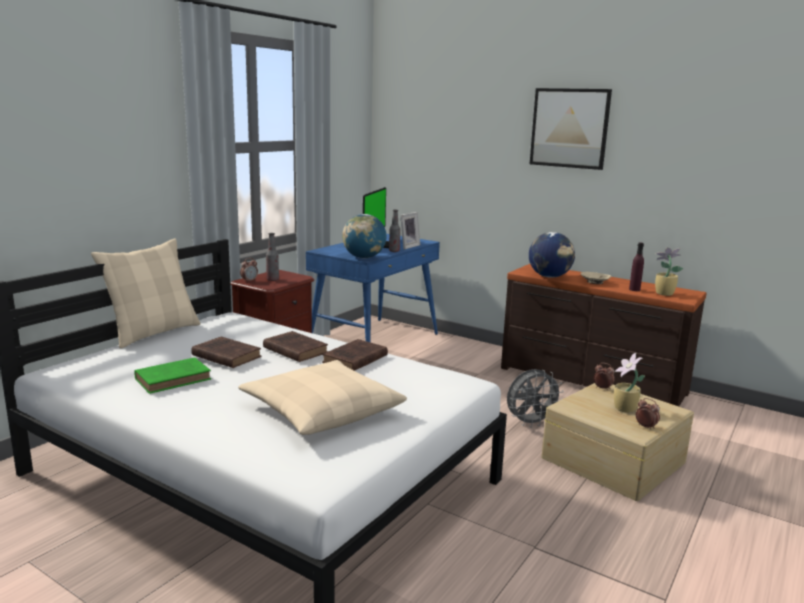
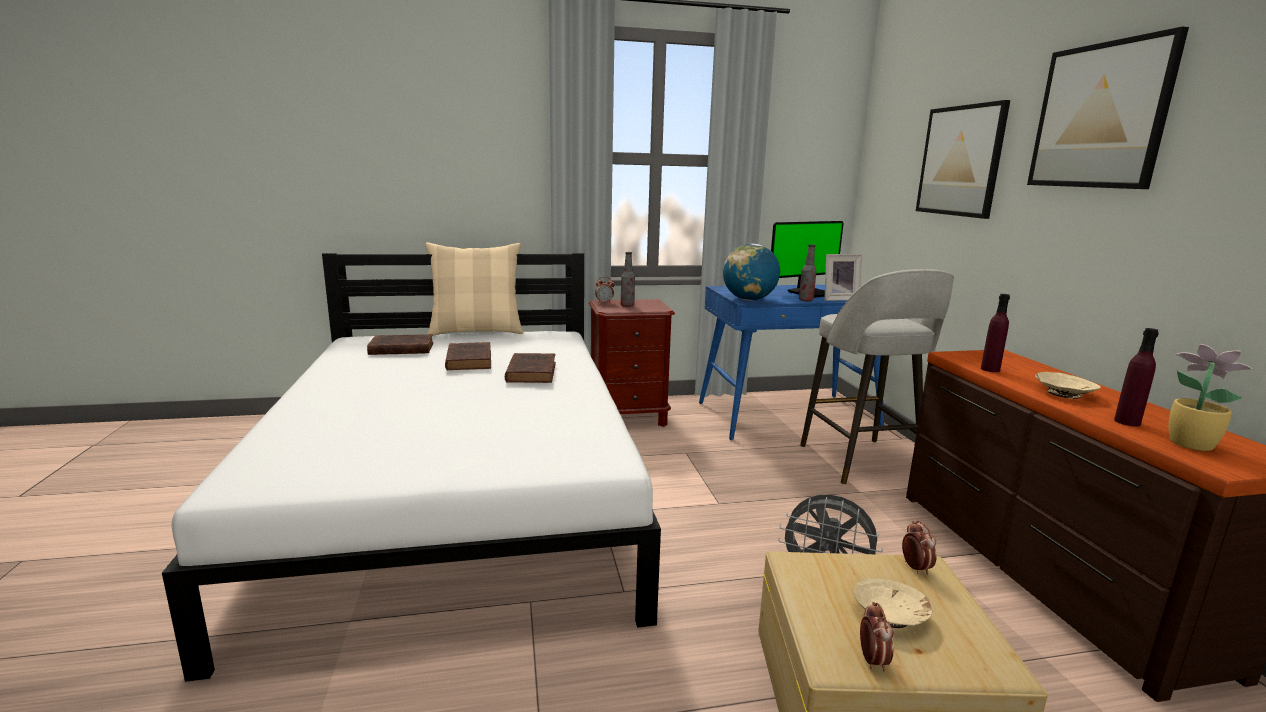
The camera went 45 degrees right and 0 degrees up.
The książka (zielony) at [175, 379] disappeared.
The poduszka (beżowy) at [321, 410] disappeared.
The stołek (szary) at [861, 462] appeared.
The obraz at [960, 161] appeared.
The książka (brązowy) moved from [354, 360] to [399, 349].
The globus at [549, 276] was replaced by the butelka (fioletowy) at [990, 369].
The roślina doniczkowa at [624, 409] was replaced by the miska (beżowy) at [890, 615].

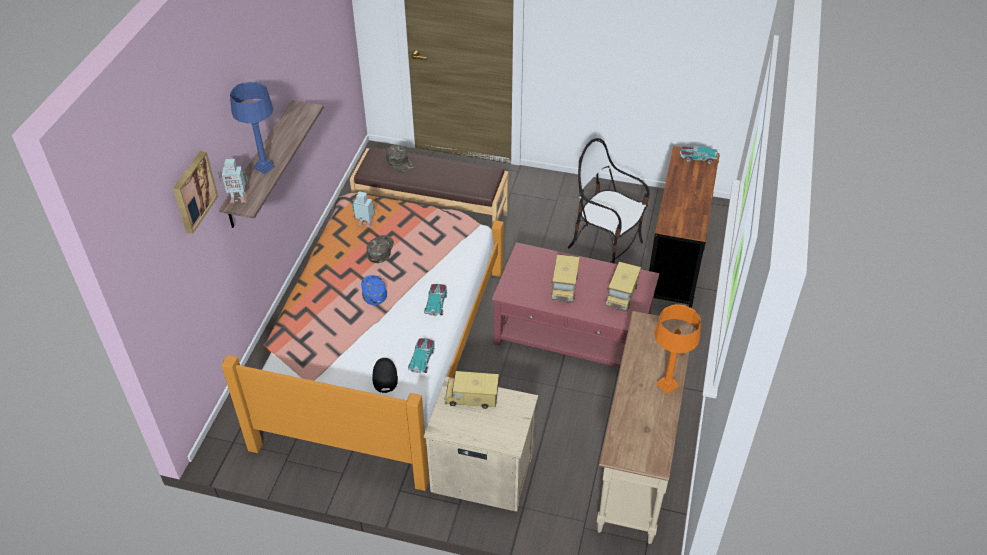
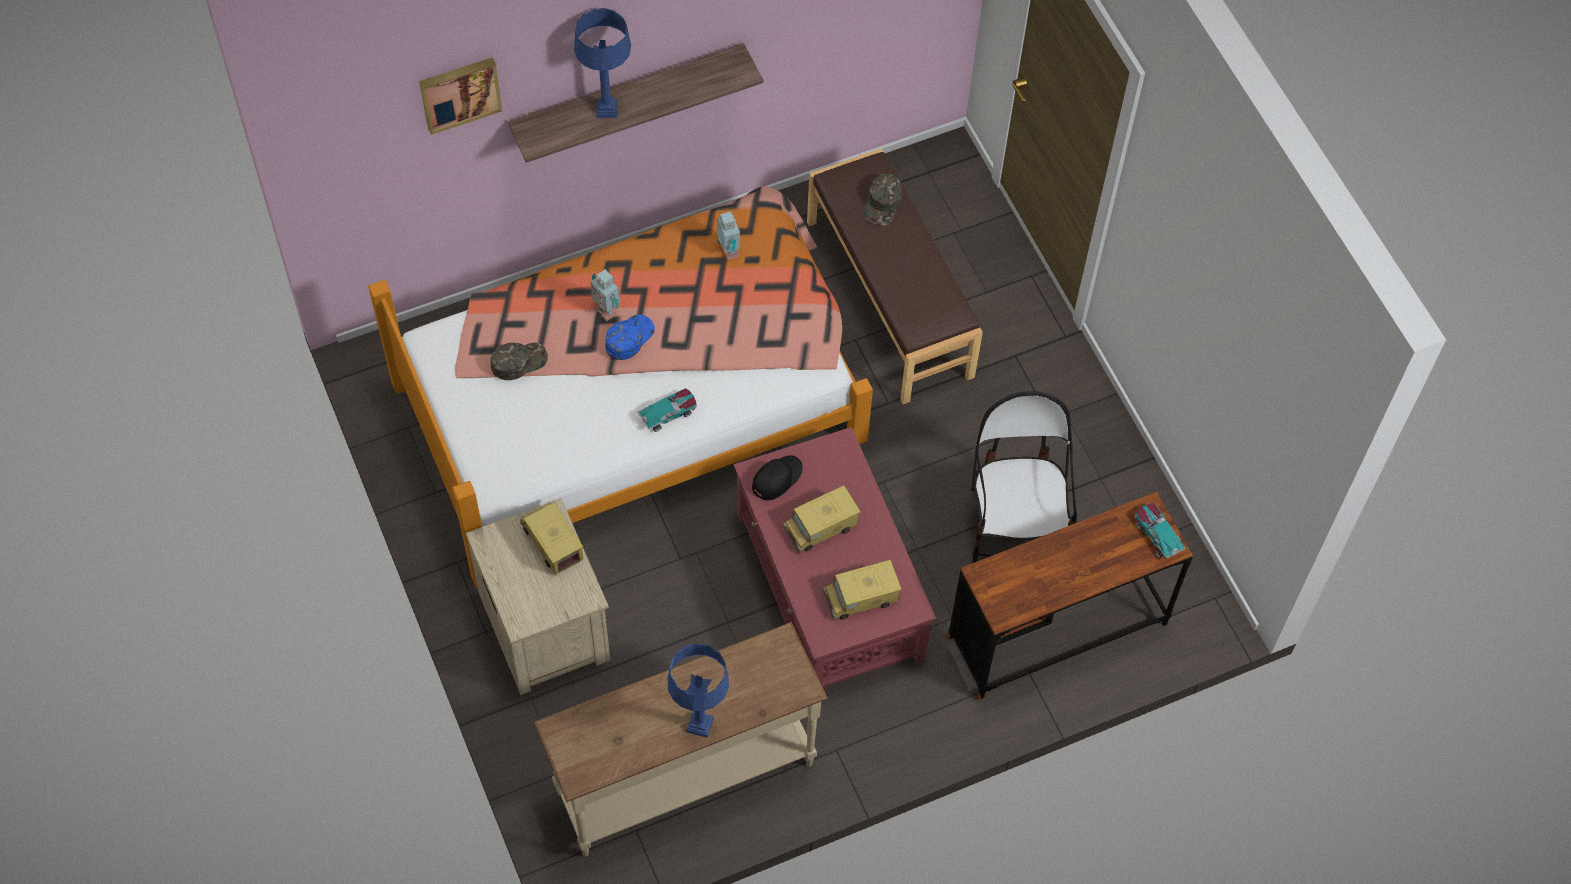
The camera went 50 degrees right and 15 degrees up.
The samochodzik at [422, 359] disappeared.
The robot zabawkowy moved from [238, 198] to [606, 309].
The czapka z daszkiem (zielony) moved from [380, 250] to [519, 361].
The czapka z daszkiem (czarny) moved from [384, 376] to [777, 479].
The lampa stołowa (pomarańczowy) at [667, 385] became the lampa stołowa (niebieski) at [699, 724].

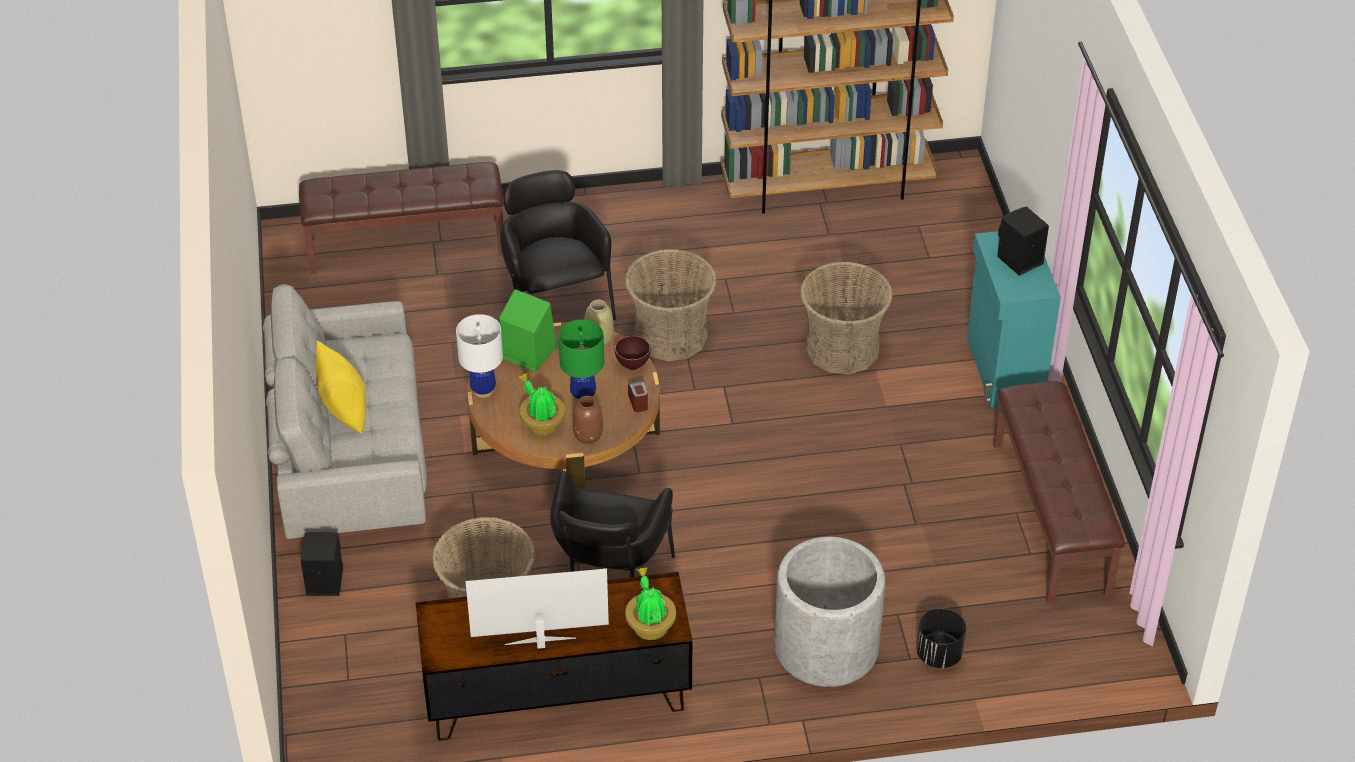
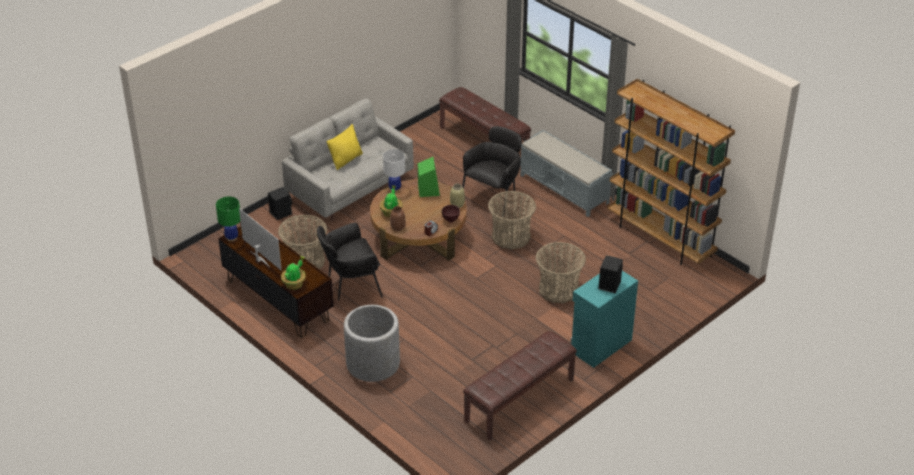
The camera went 55 degrees right and 5 degrees down.
The donica (czarny) at [939, 654] disappeared.
The ławka (szary) at [564, 189] appeared.
The lampa stołowa (zielony) moved from [583, 395] to [231, 238].

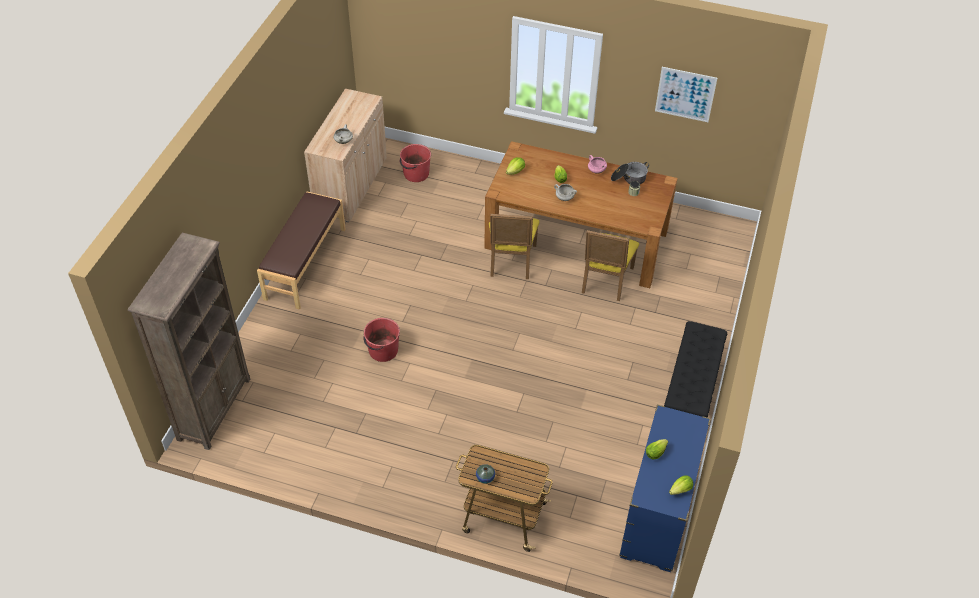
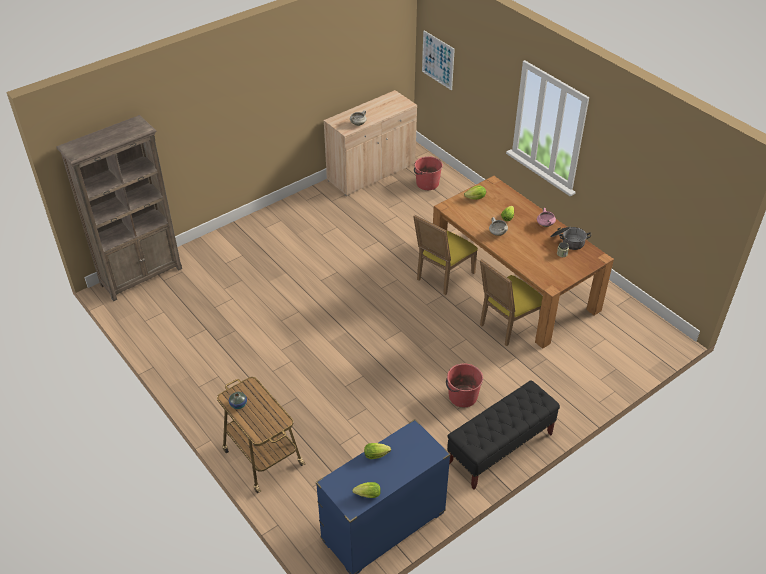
The camera went 35 degrees right and 5 degrees down.
The ławka (brązowy) at [304, 263] disappeared.
The wiadro (czerwony) moved from [382, 351] to [462, 396].
The obraz moved from [685, 94] to [438, 60].

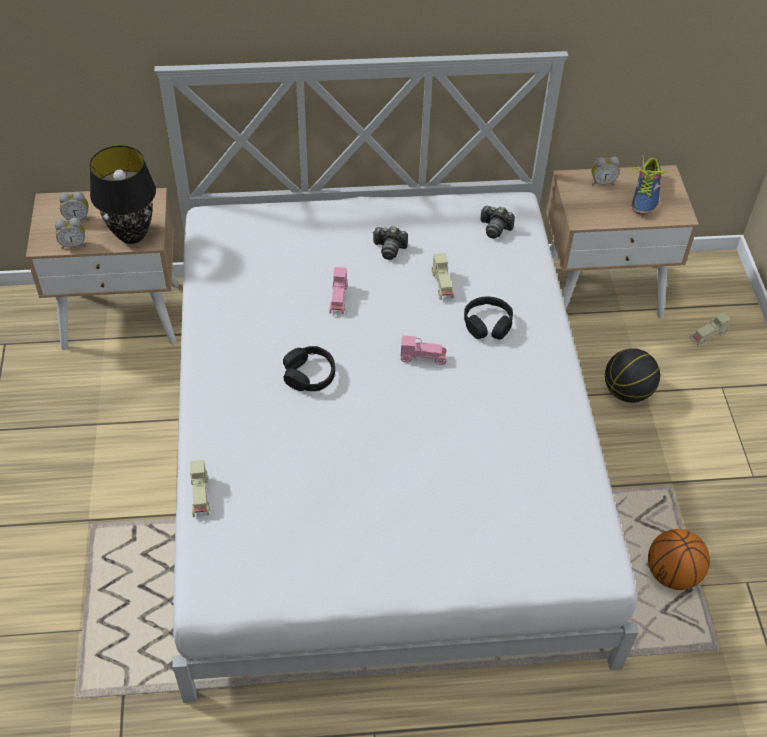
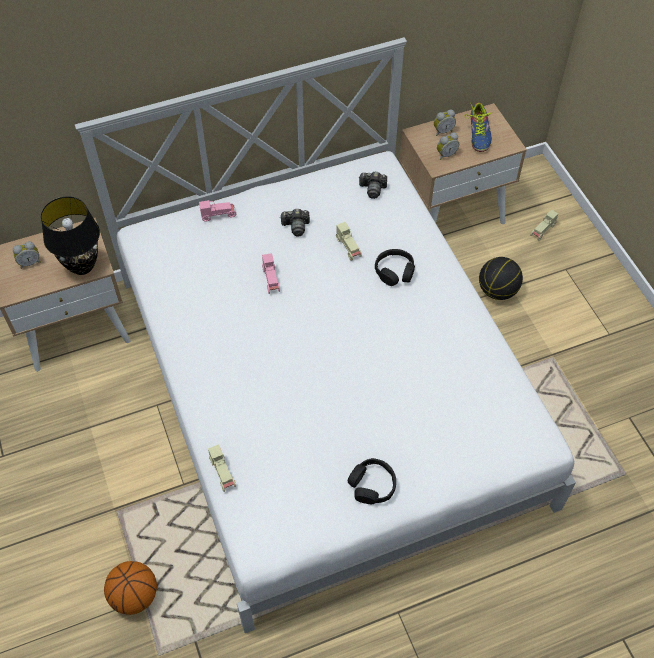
The camera went 15 degrees left and 5 degrees up.
The budzik moved from [73, 244] to [445, 154].
The słuchawki (czarny) moved from [309, 375] to [372, 485].
The samochodzik (różowy) moved from [423, 357] to [218, 215].
The piłka do koszykówki moved from [671, 574] to [134, 596].

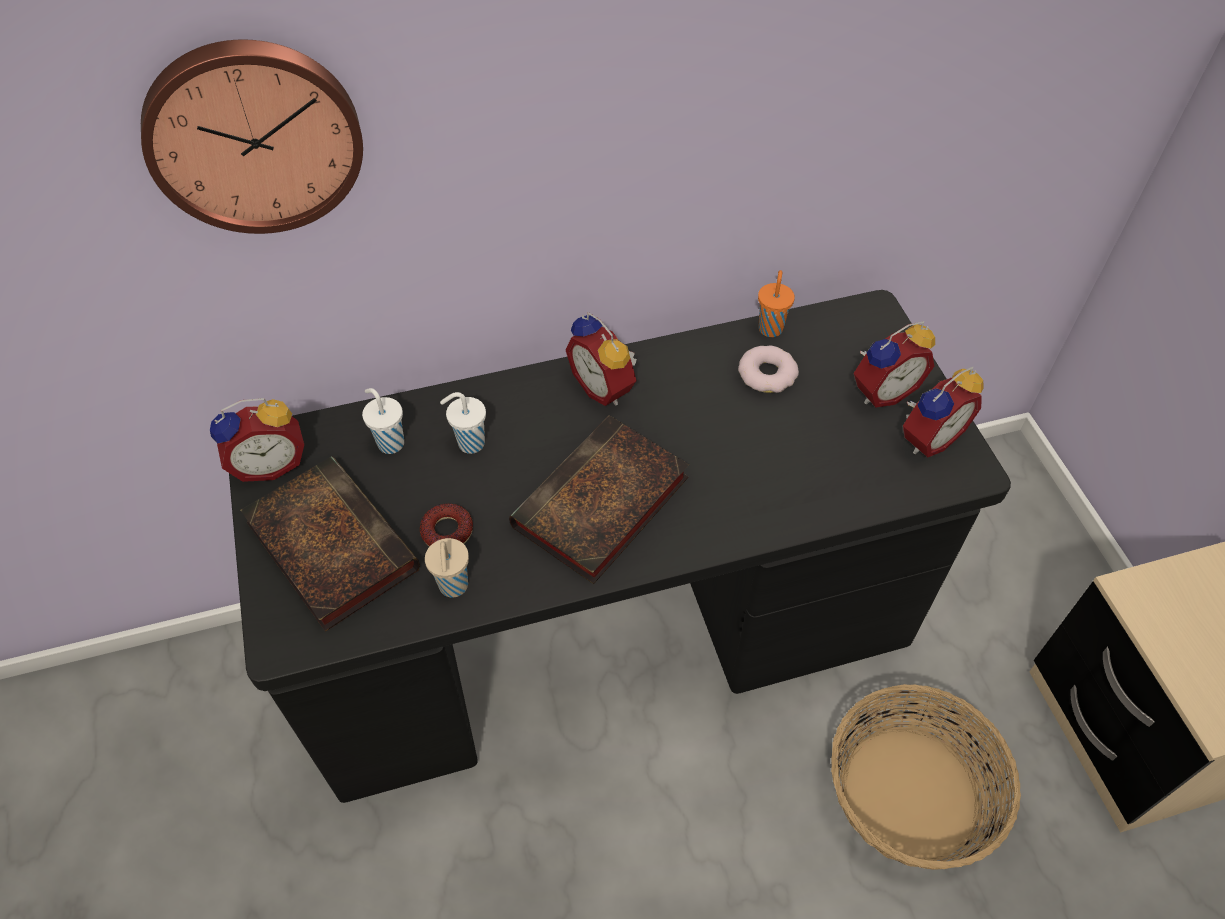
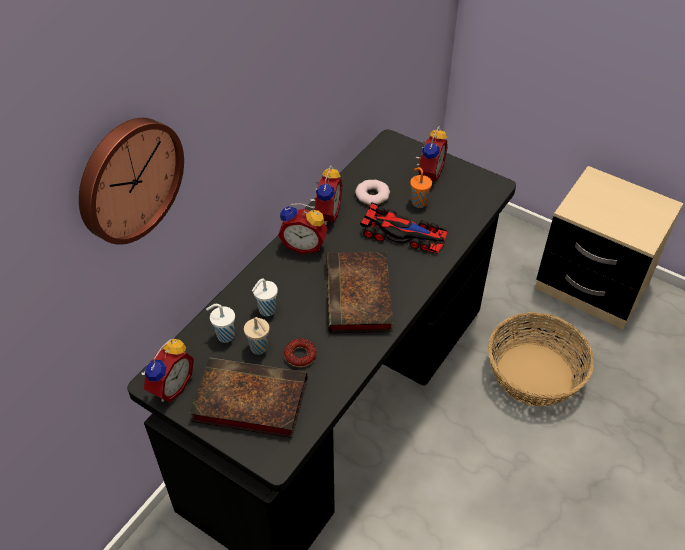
The camera went 40 degrees left and 5 degrees down.
The samochodzik at [403, 234] appeared.
The filiżanka (beżowy) moved from [453, 587] to [260, 348].
The filiżanka (pomarańczowy) moved from [770, 327] to [418, 202].
The budzik moved from [927, 437] to [325, 214].

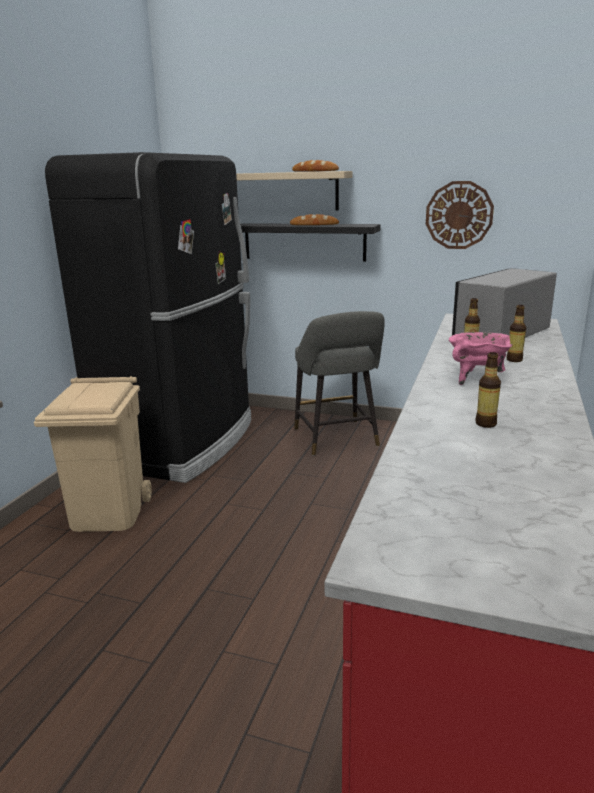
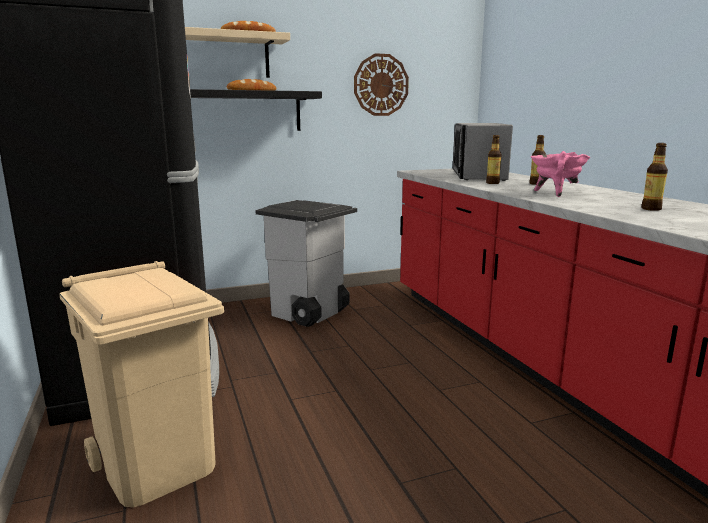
The camera went 40 degrees left and 5 degrees down.
The stołek (szary) at [337, 439] was replaced by the kosz na śmieci (szary) at [309, 314].

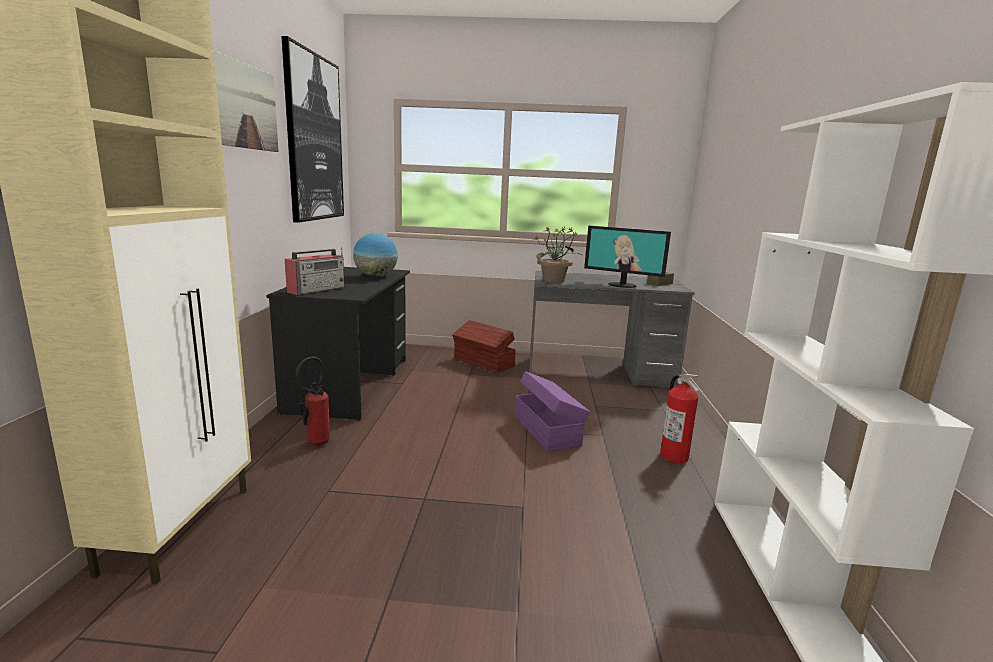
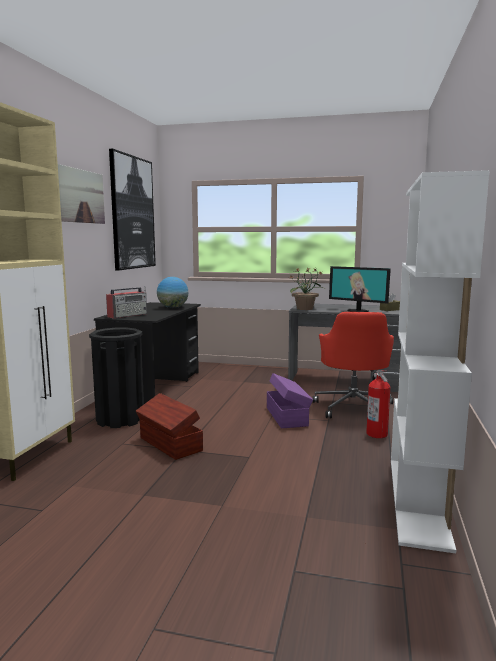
The camera went 10 degrees right and 5 degrees down.
The krzesło biurowe (czerwony) at [353, 407] appeared.
The pojemnik do przechowywania (brązowy) moved from [483, 362] to [170, 444].
The gaśnica at [314, 444] was replaced by the kosz na śmieci (czarny) at [120, 419].

